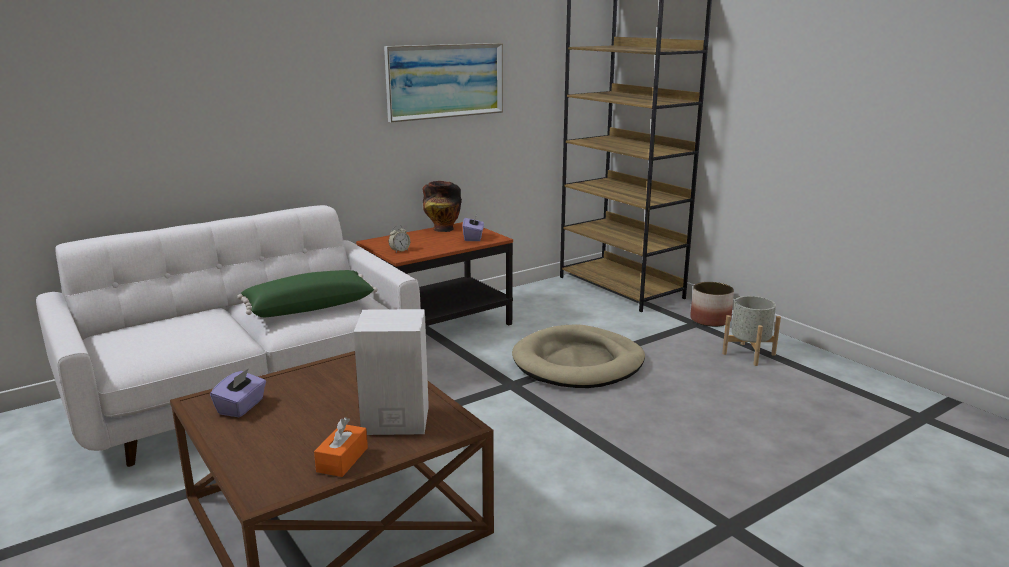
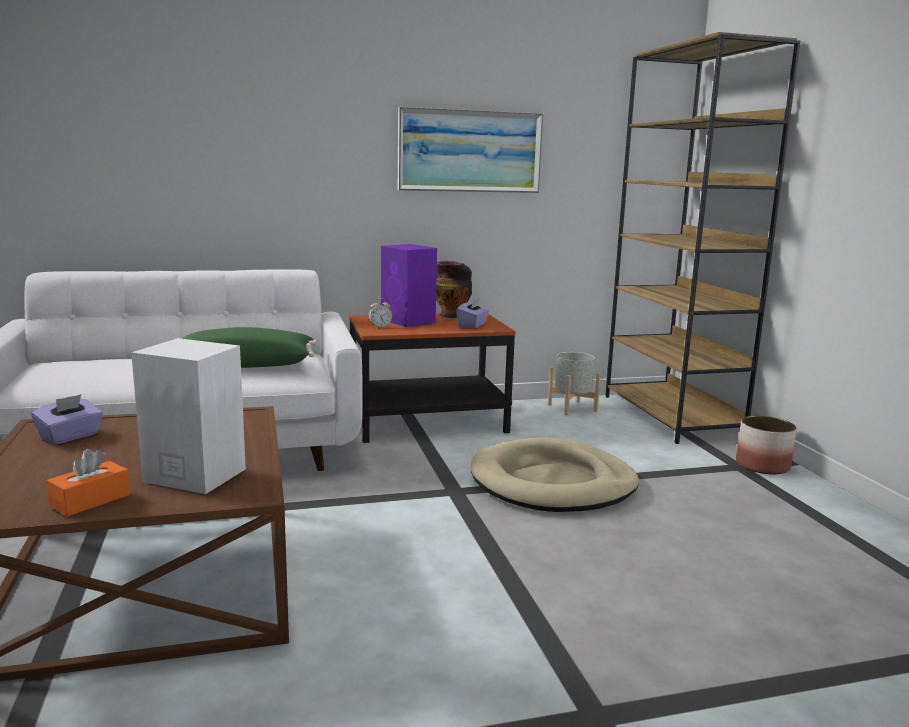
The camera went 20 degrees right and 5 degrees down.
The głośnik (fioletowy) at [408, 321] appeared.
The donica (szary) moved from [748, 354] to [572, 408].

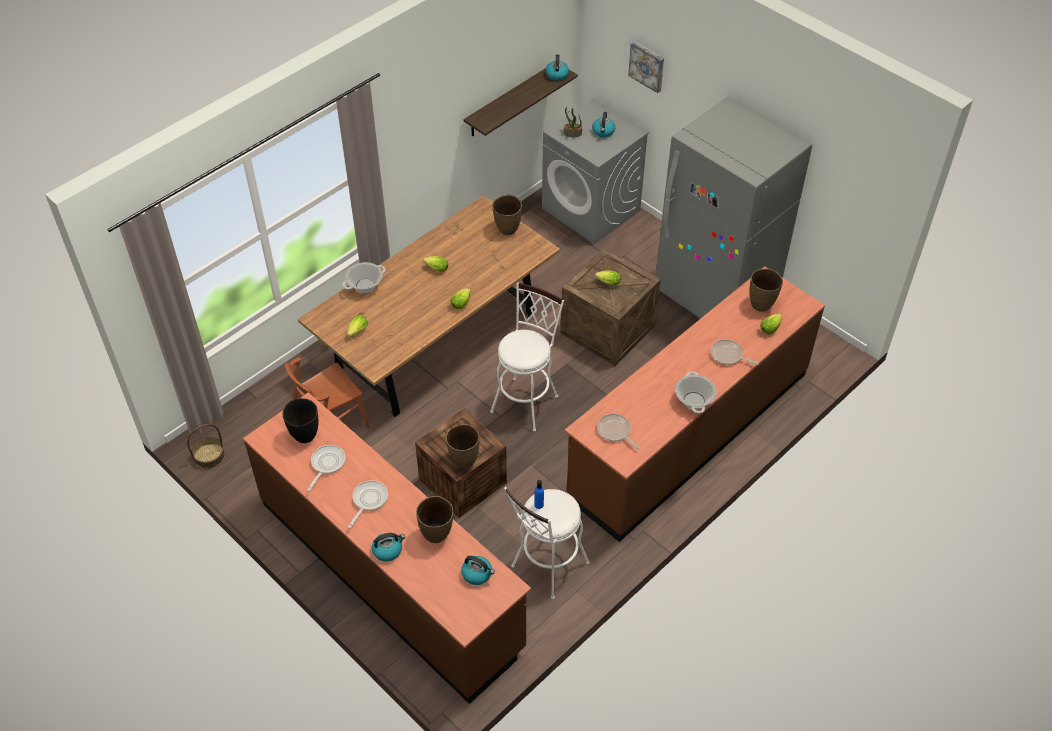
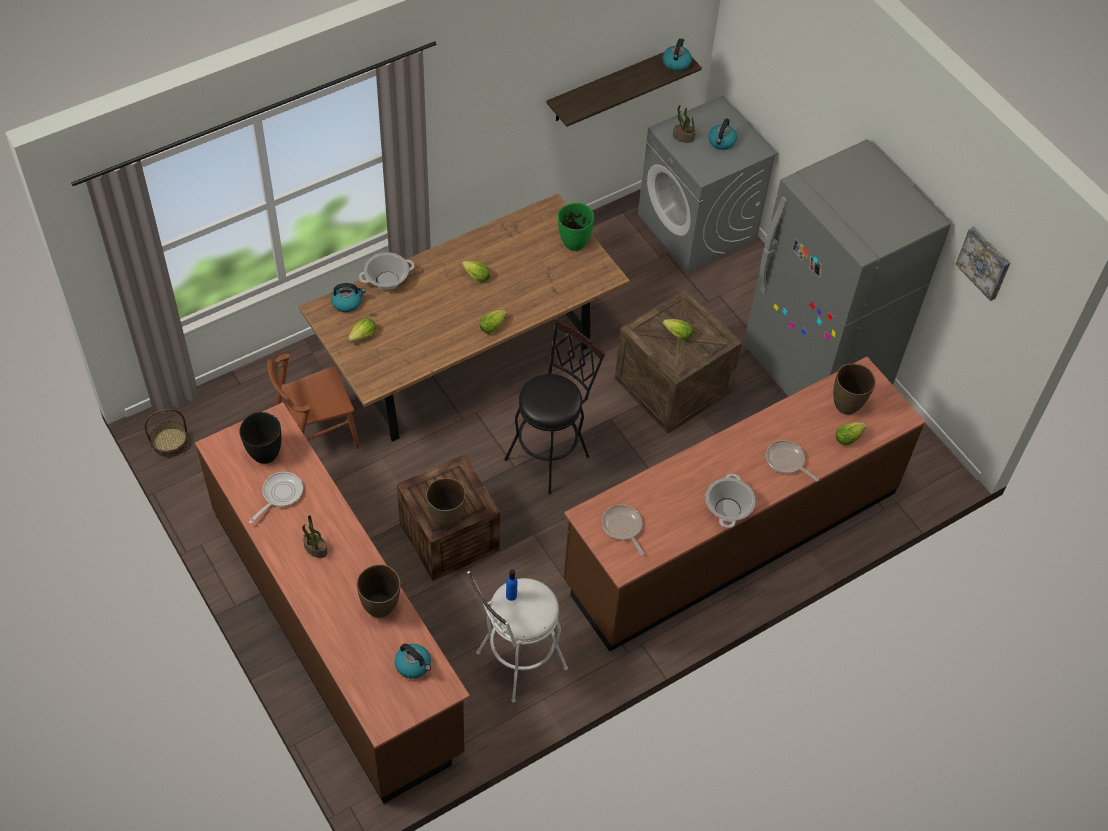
The camera went 10 degrees right and 5 degrees up.
The czajnik moved from [388, 550] to [347, 302].
The obraz moved from [647, 66] to [984, 262].
The patelnia at [368, 500] was replaced by the roślina doniczkowa at [315, 549].
The stołek (biały) at [527, 400] became the stołek (czarny) at [552, 453].
The wazon (brązowy) at [507, 229] became the wazon (zielony) at [574, 243].

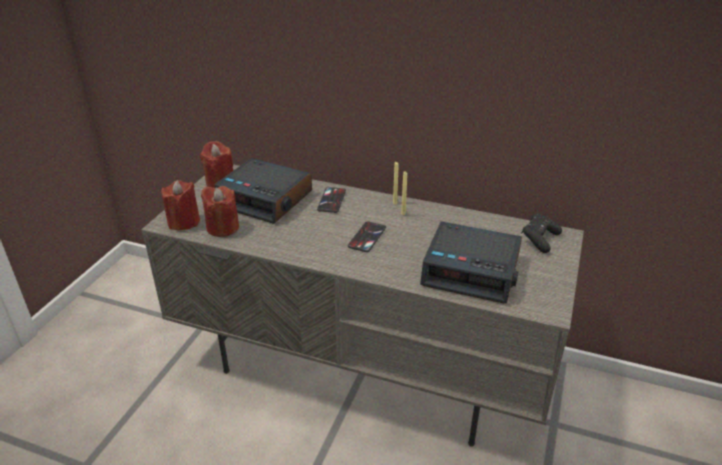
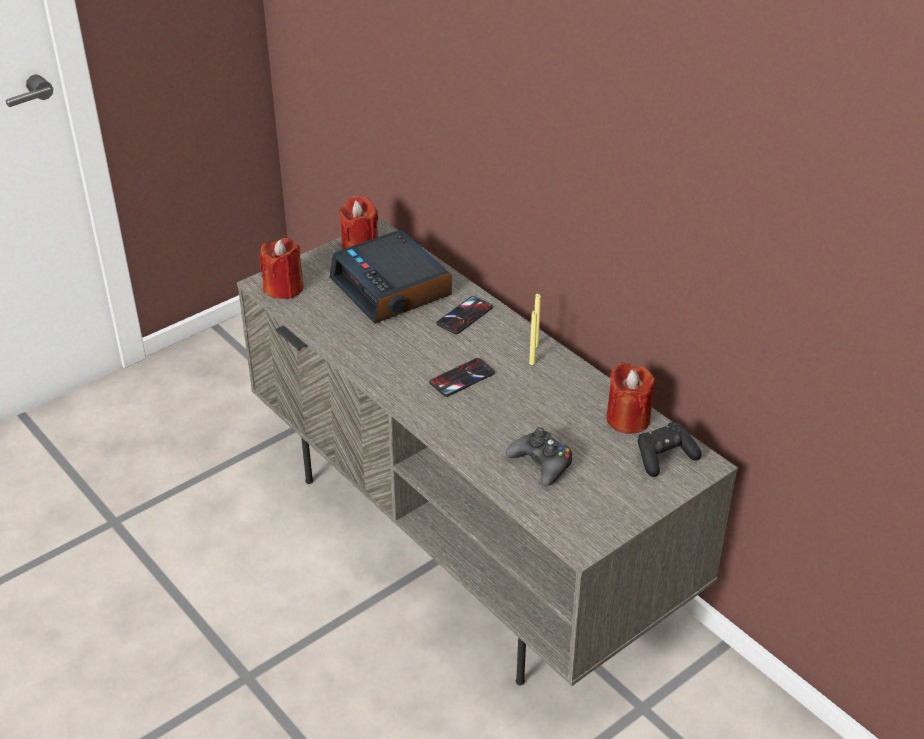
The camera went 30 degrees right and 5 degrees up.
The świeca (czerwony) moved from [223, 228] to [628, 419].
The budzik at [472, 270] was replaced by the pad do gier (czarny) at [541, 463].

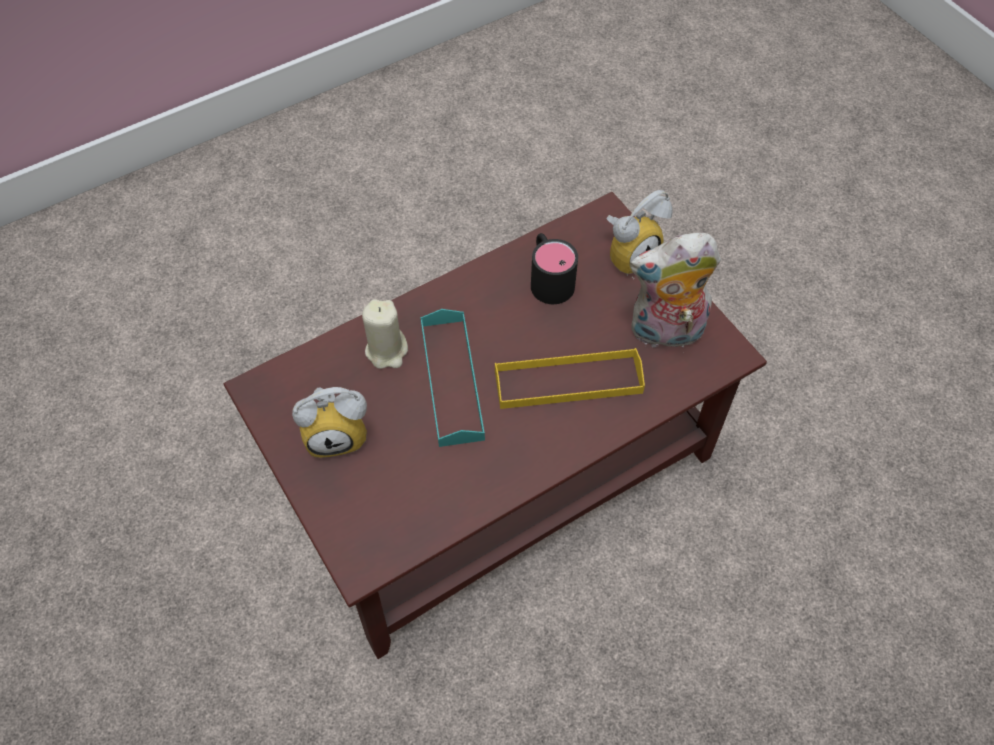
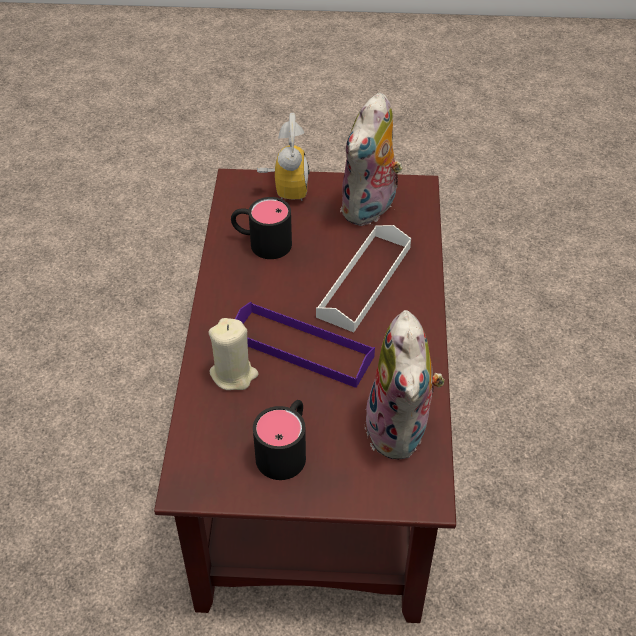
The camera went 55 degrees left and 10 degrees down.
The pluszak at [401, 430] appeared.
The budzik at [338, 434] was replaced by the kubek (czarny) at [286, 449].
The taca (turkusowy) at [452, 381] became the taca (fioletowy) at [301, 348].
The taca (żółty) at [568, 382] became the taca (biały) at [364, 281].

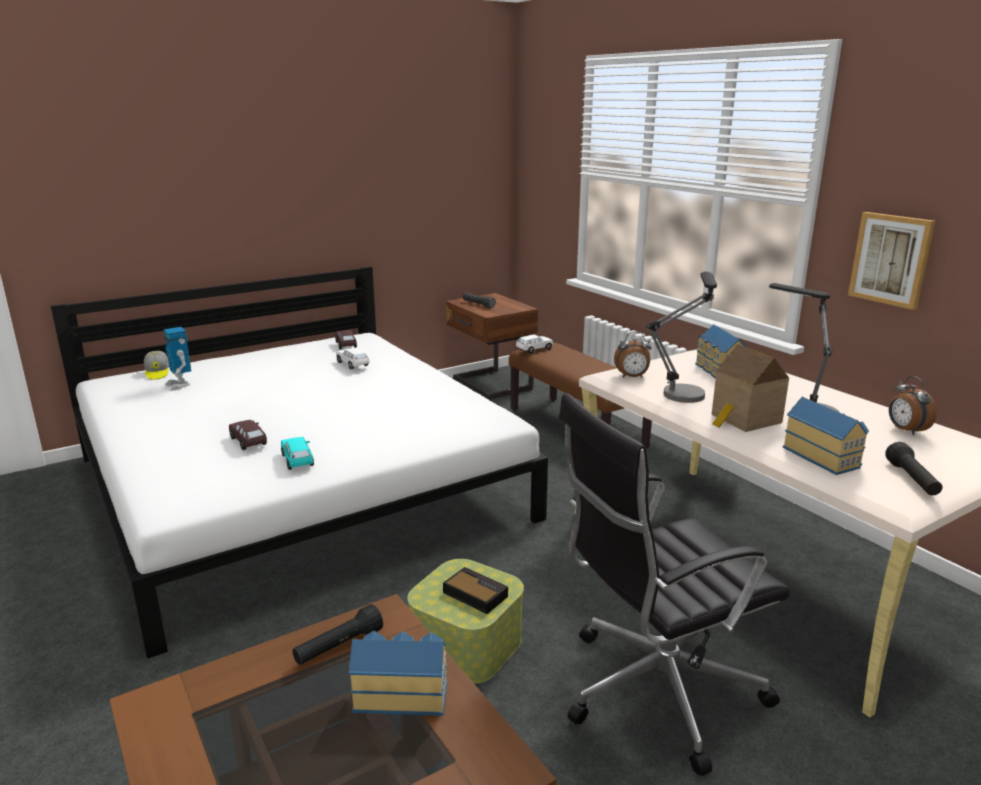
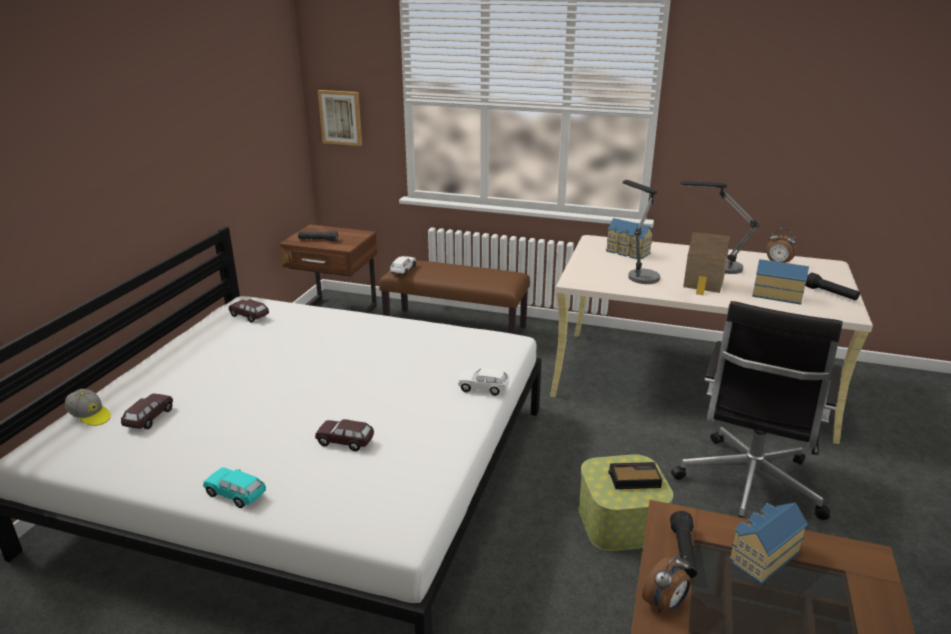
The camera went 40 degrees left and 5 degrees up.
The samochodzik (turkusowy) moved from [297, 460] to [236, 494].
The samochodzik (biały) moved from [353, 364] to [483, 388].
The budzik moved from [632, 377] to [665, 605].
The obraz moved from [891, 259] to [341, 117].
The robot zabawkowy at [180, 385] was replaced by the samochodzik (brązowy) at [149, 418].

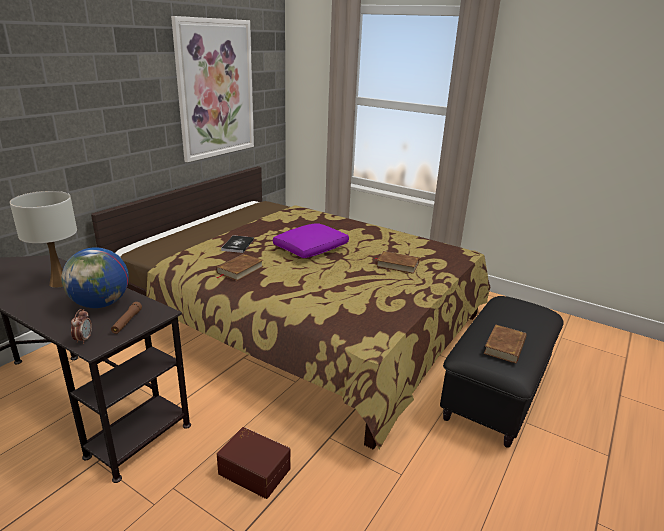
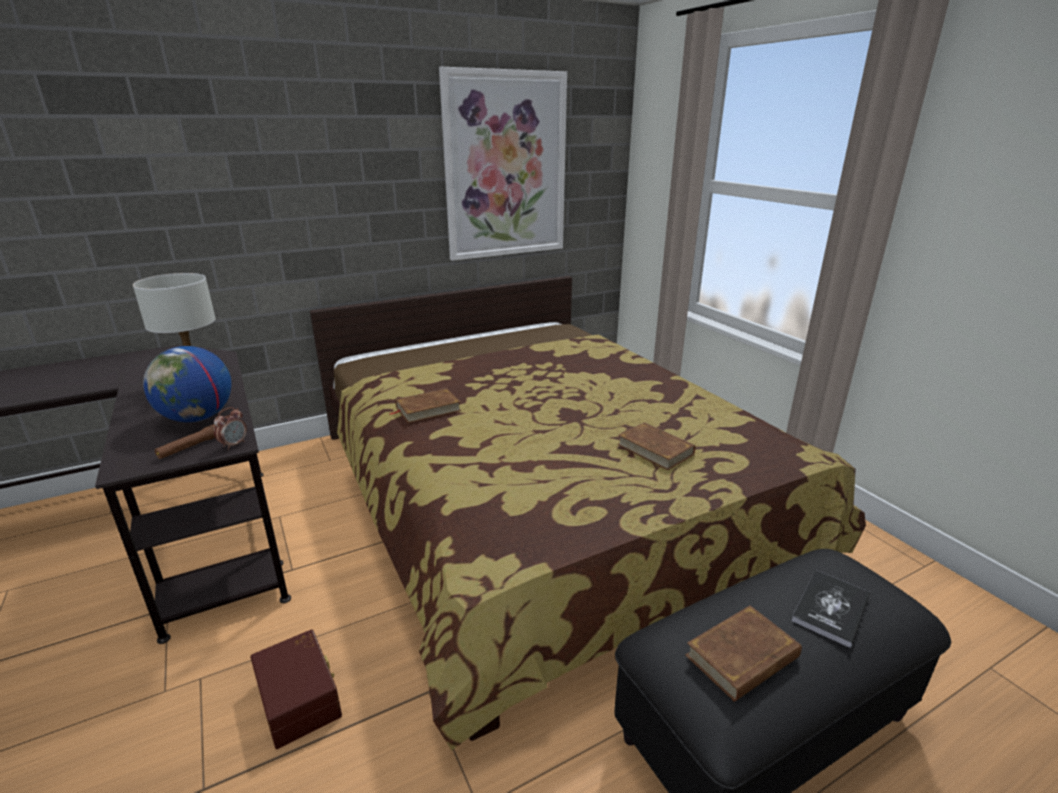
The camera went 30 degrees right and 0 degrees up.
The poduszka (fioletowy) at [311, 249] disappeared.
The budzik moved from [83, 339] to [234, 444].
The książka moved from [238, 245] to [831, 608].

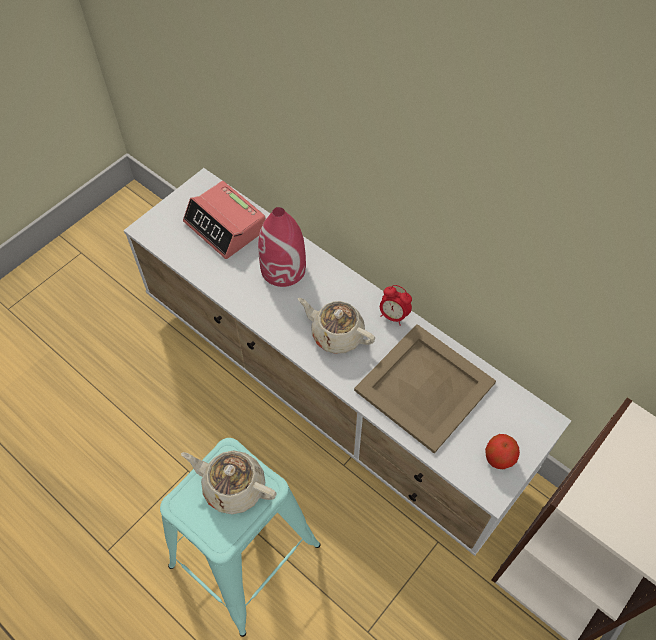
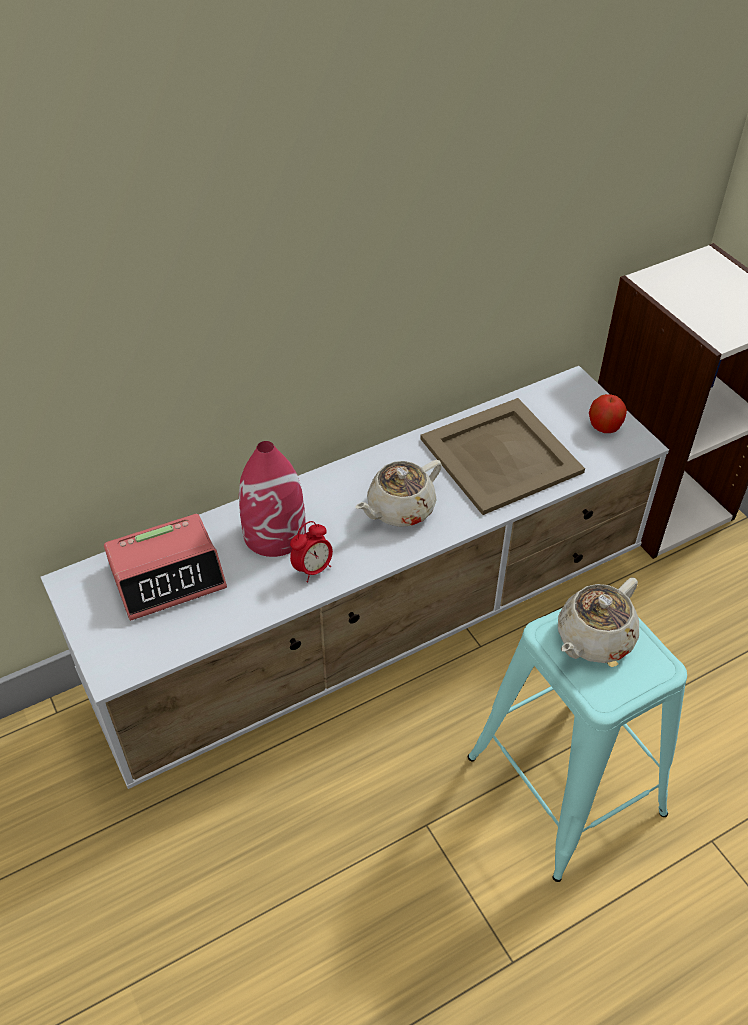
The camera went 70 degrees left and 10 degrees down.
The budzik moved from [393, 316] to [313, 569].

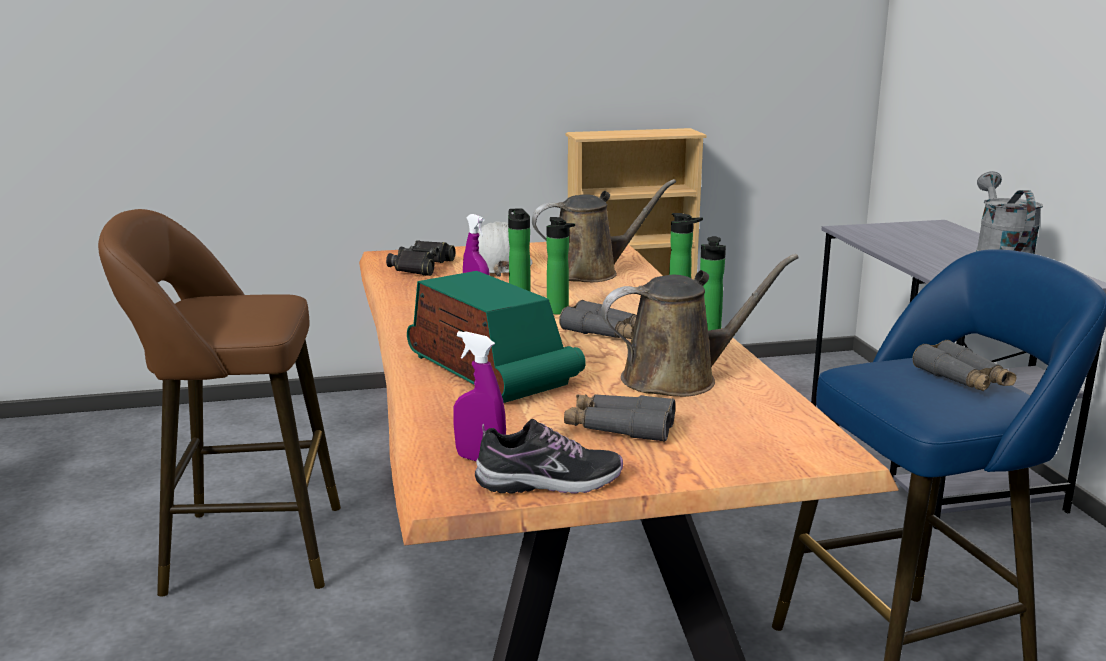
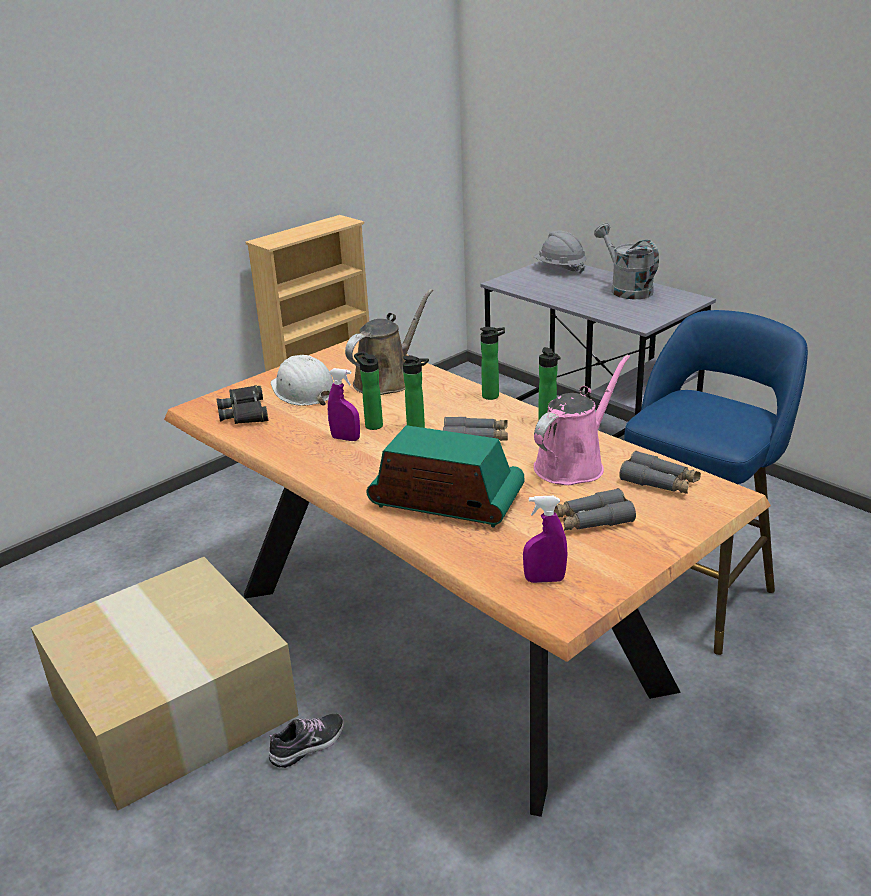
The camera went 30 degrees left and 10 degrees up.
The kask (szary) at [559, 268] appeared.
The but moved from [549, 482] to [308, 745].
The lornetka (szary) moved from [963, 379] to [659, 482].
The stołek (brązowy) at [242, 549] was replaced by the karton at [169, 705].
The konewka (brązowy) at [678, 378] became the konewka (różowy) at [573, 464].

